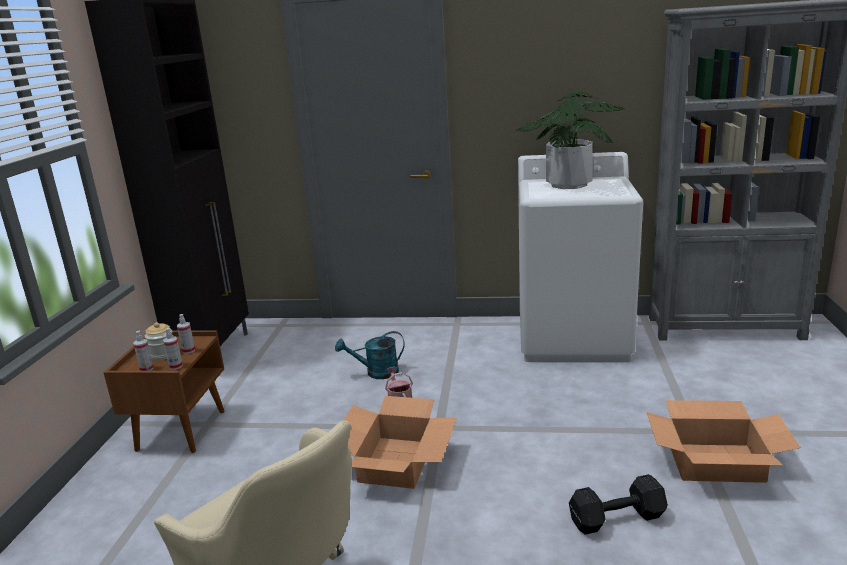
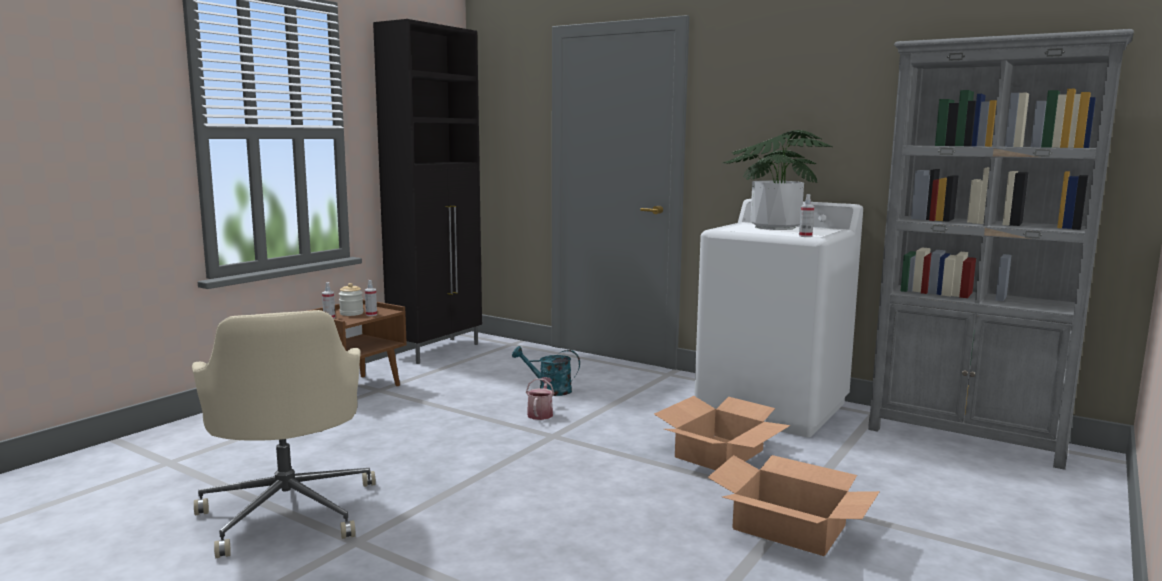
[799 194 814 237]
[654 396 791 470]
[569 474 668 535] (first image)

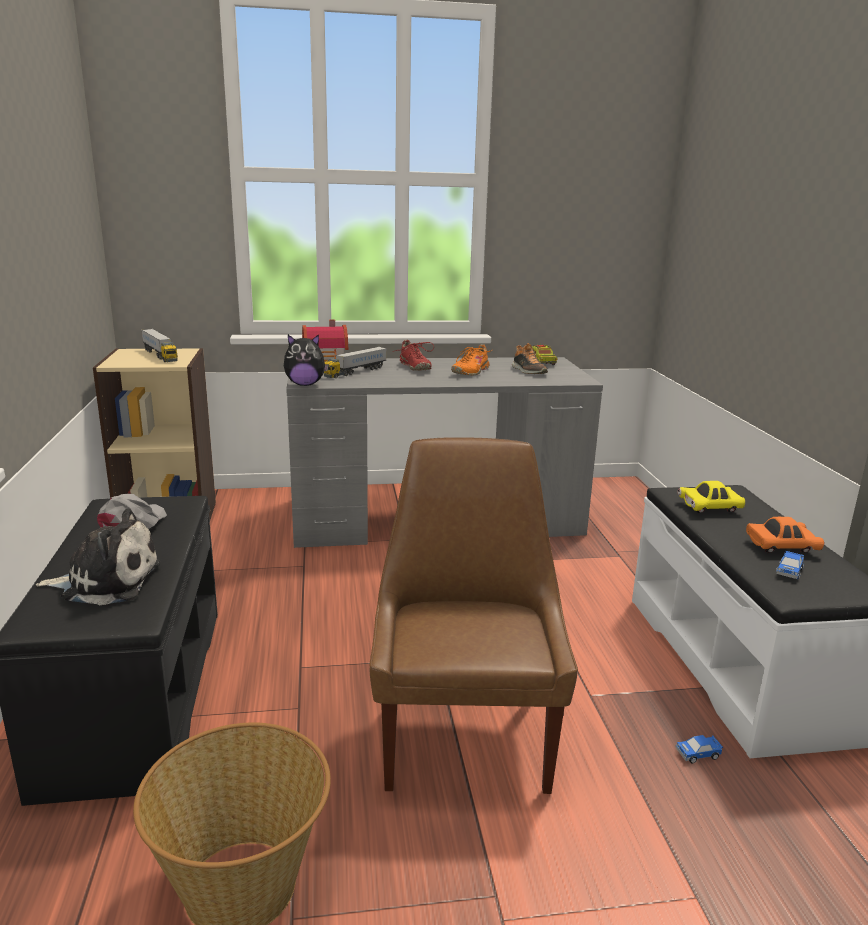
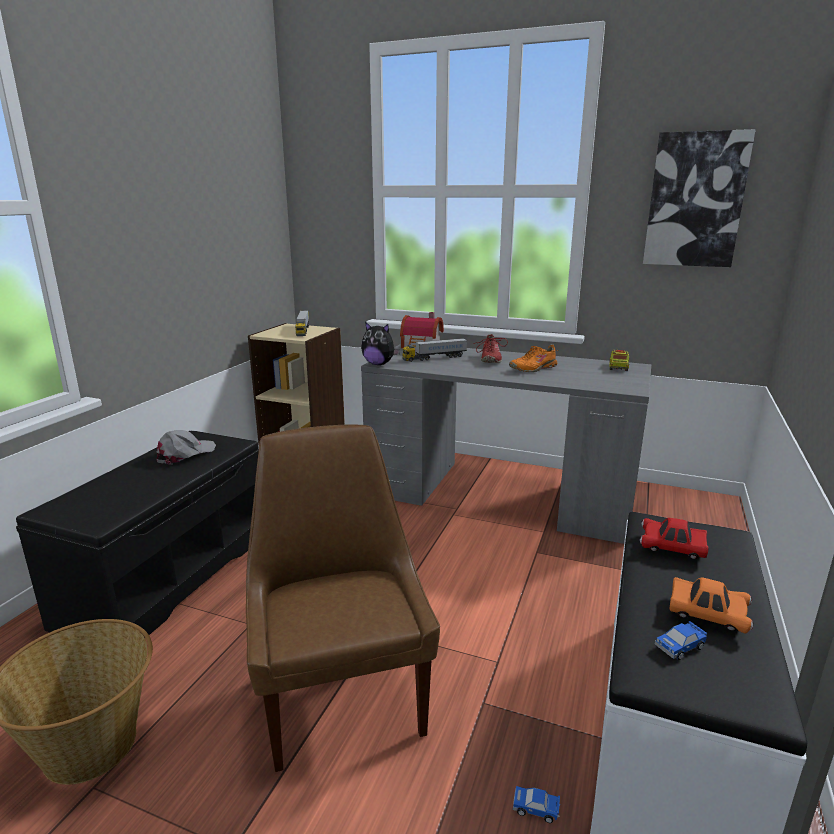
[36 508 160 605] (first image)
[246 425 440 772]
[512 343 548 374] (first image)
[640 518 709 559]
[643 129 756 267]

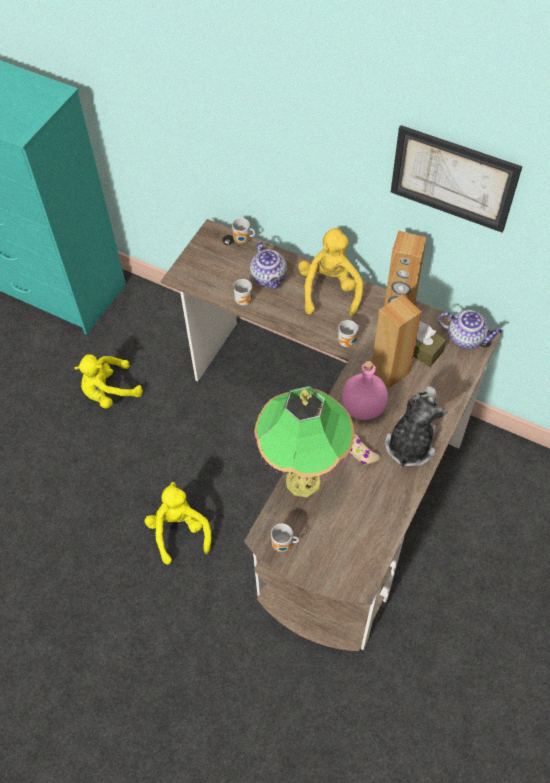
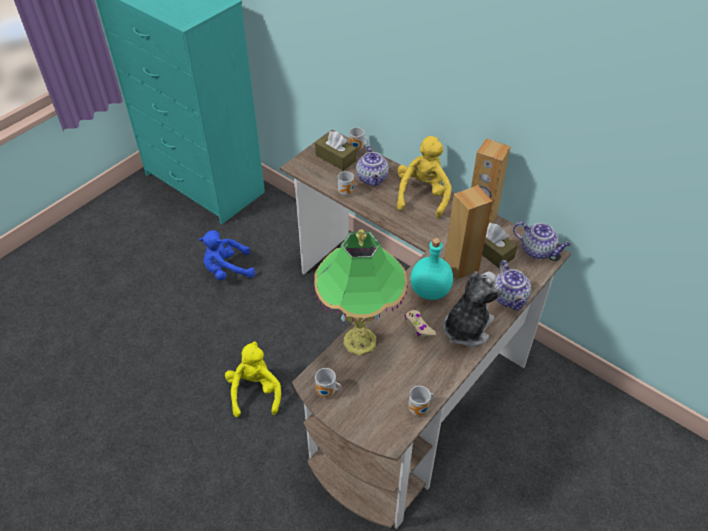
[199 230 255 280]
[408 386 434 416]
[411 238 453 300]
[391 125 522 233] (first image)
[315 131 356 171]
[495 260 531 311]

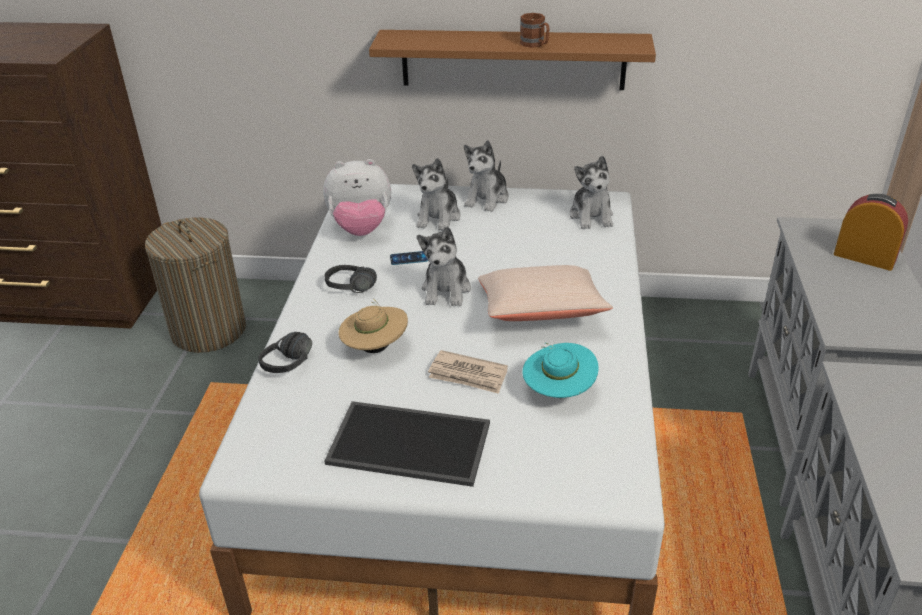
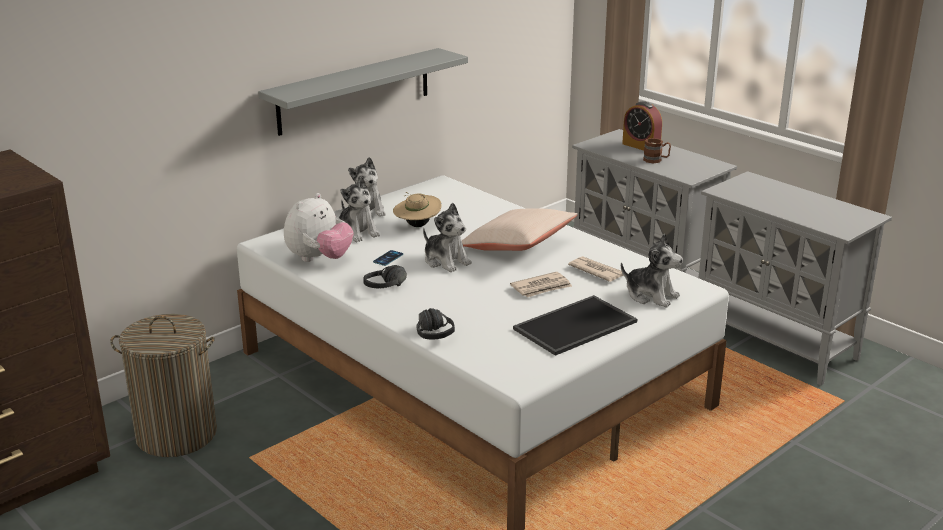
[393 192 441 227]
[258 48 468 136]
[643 138 671 164]
[568 256 624 282]
[621 234 683 307]
[622 101 662 150]

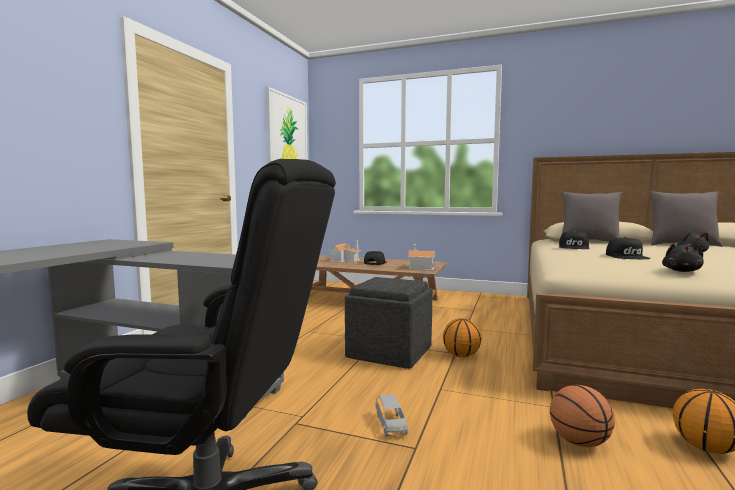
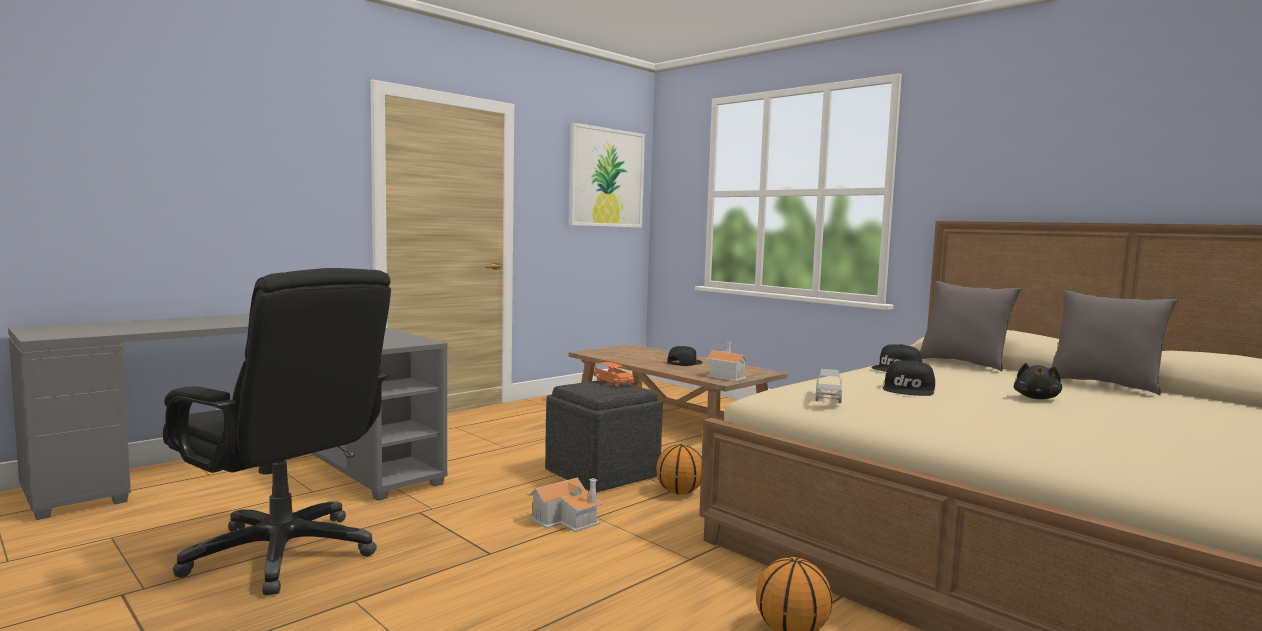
[527 477 603 532]
[815 369 842 403]
[550 385 615 447] (first image)
[662 243 704 272] (first image)
[594 362 634 387]

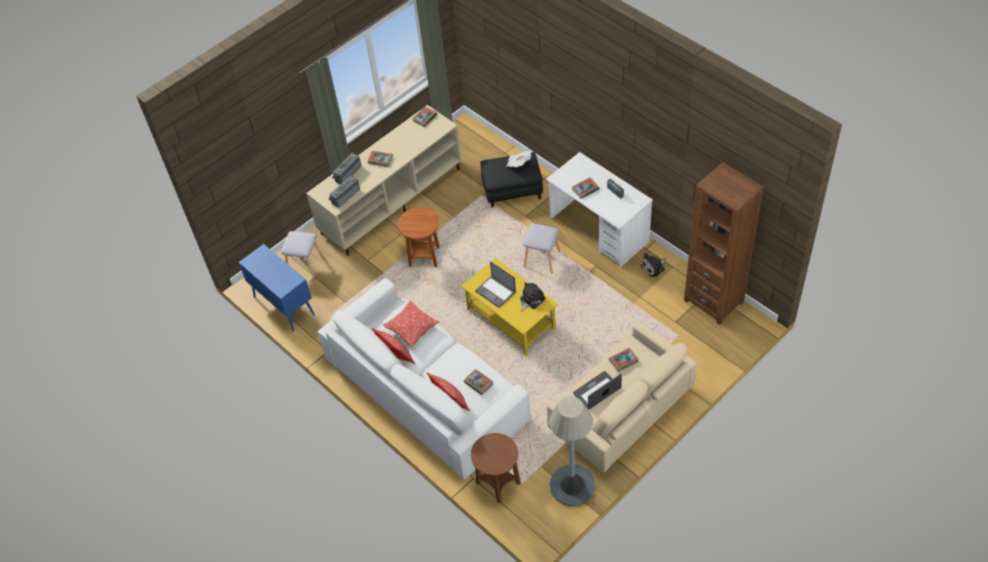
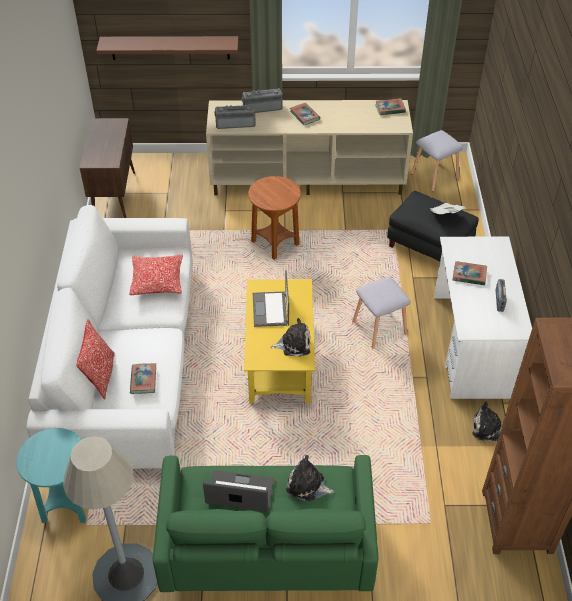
[80 118 135 218]
[411 130 463 192]
[372 328 415 364] (first image)
[16 428 86 523]
[152 455 378 592]
[286 455 334 502]
[96 36 239 60]

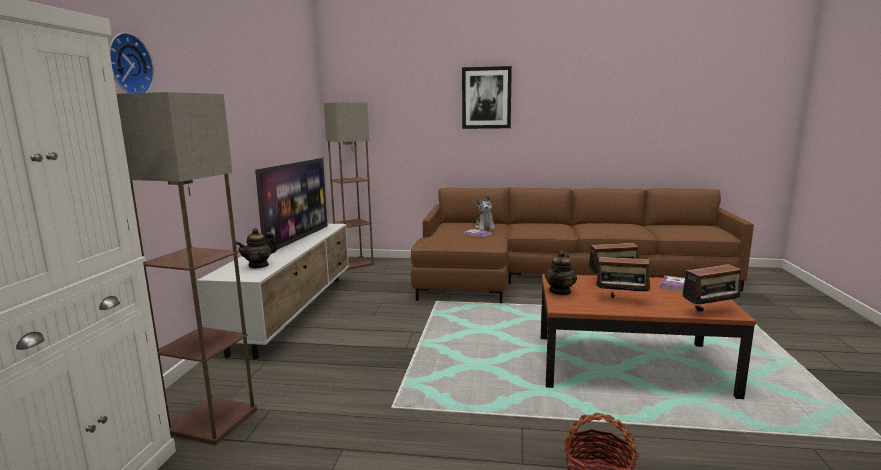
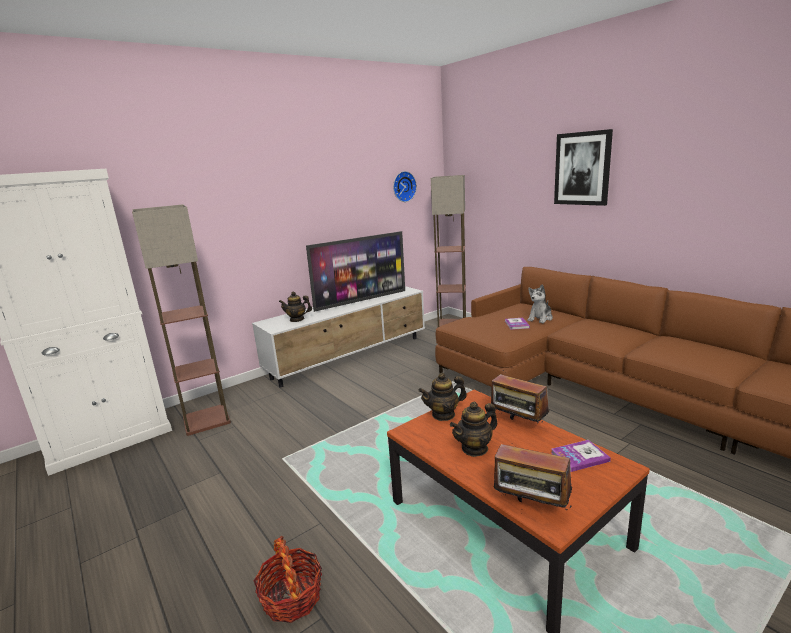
[393 171 417 202]
[450 402 498 457]

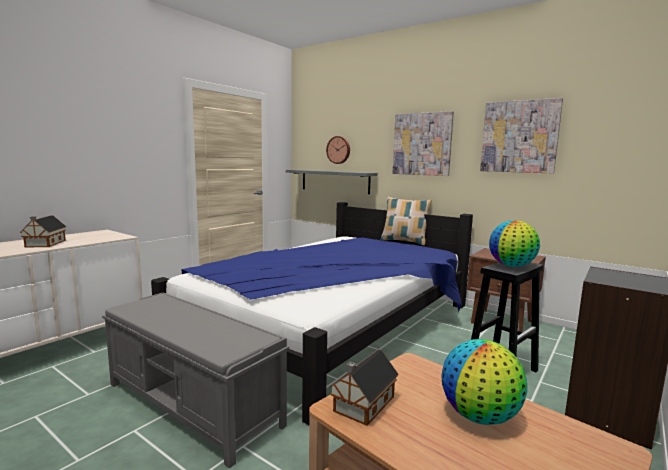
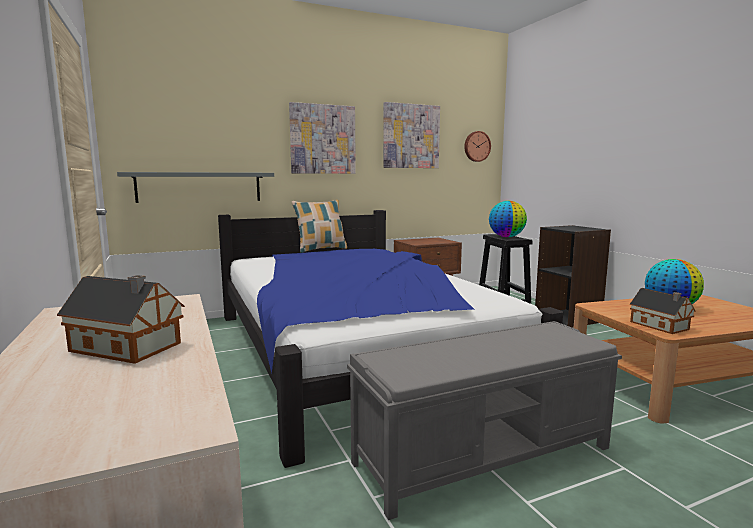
[464 131 491 162]

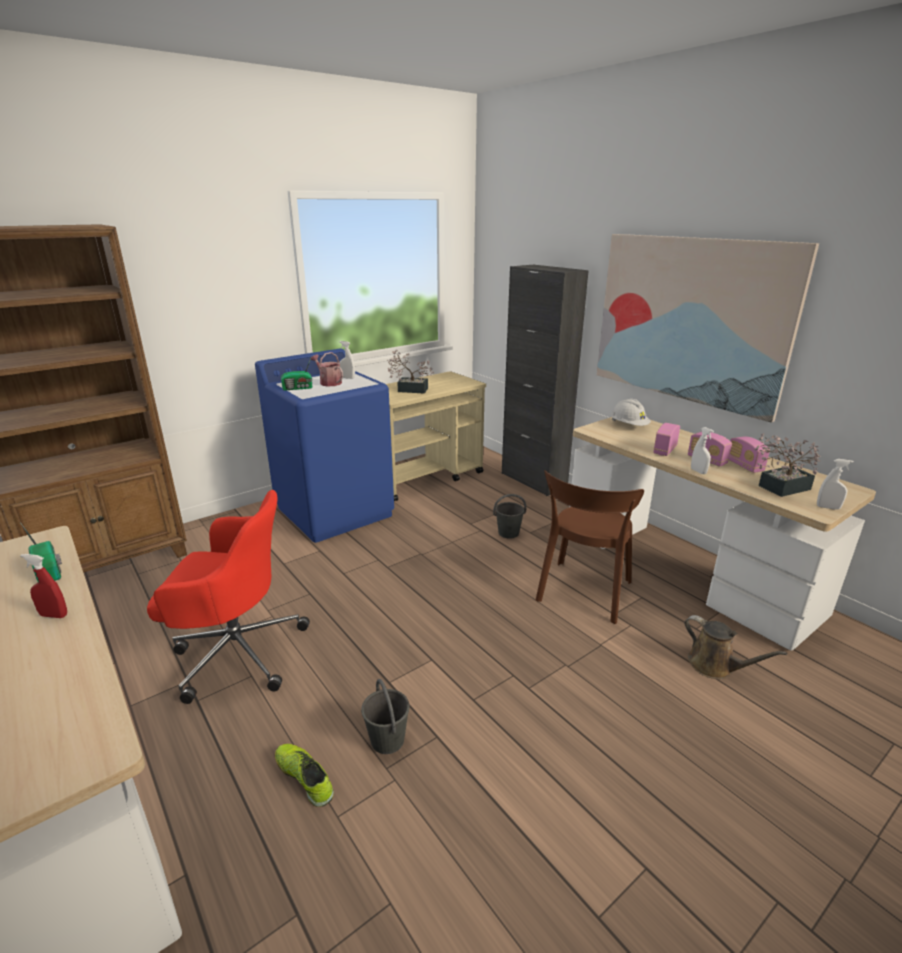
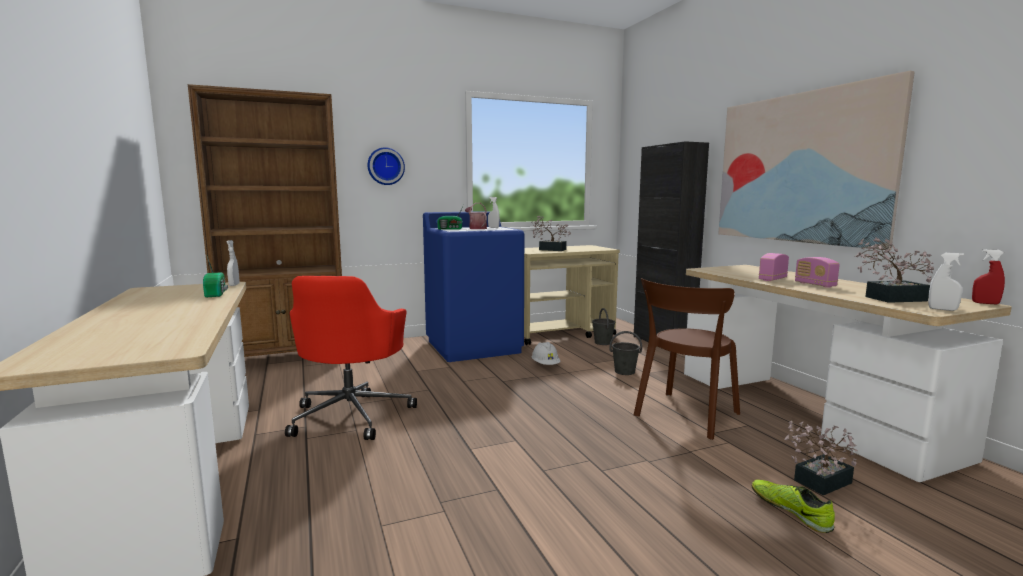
[972 249 1005 304]
[285 276 417 440]
[752 480 835 533]
[592 308 615 345]
[532 342 560 365]
[784 421 858 495]
[227 240 239 286]
[729 437 770 473] (first image)
[368 147 405 185]

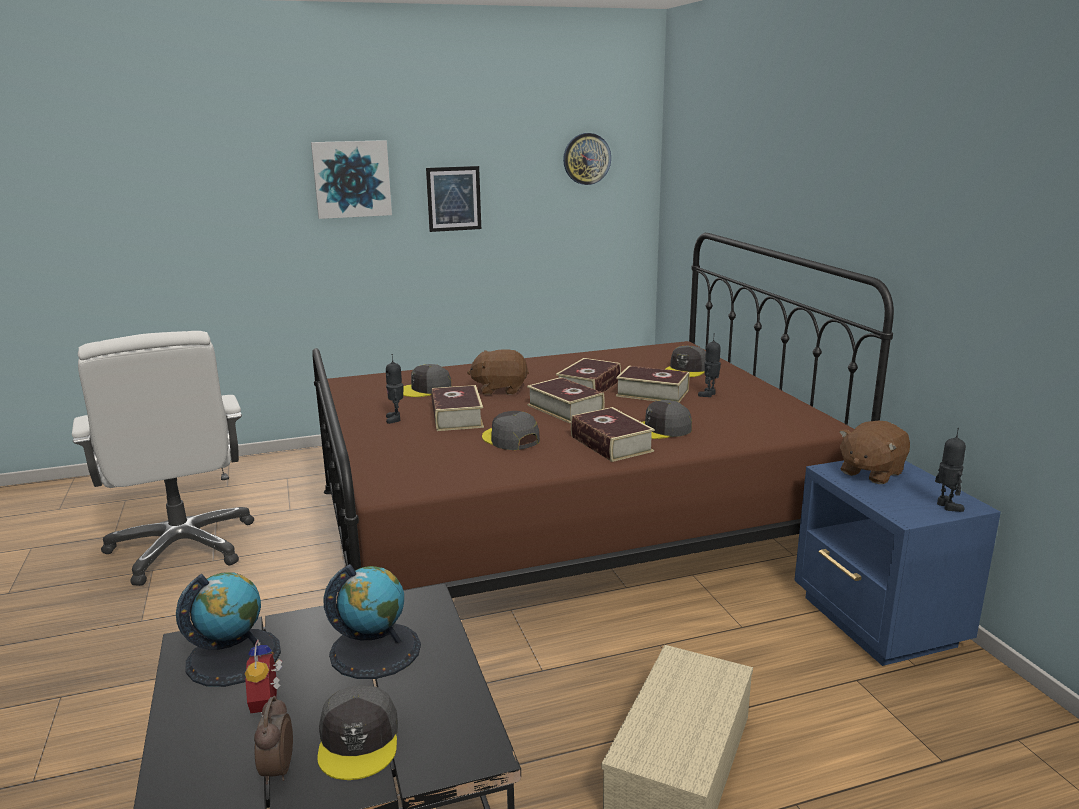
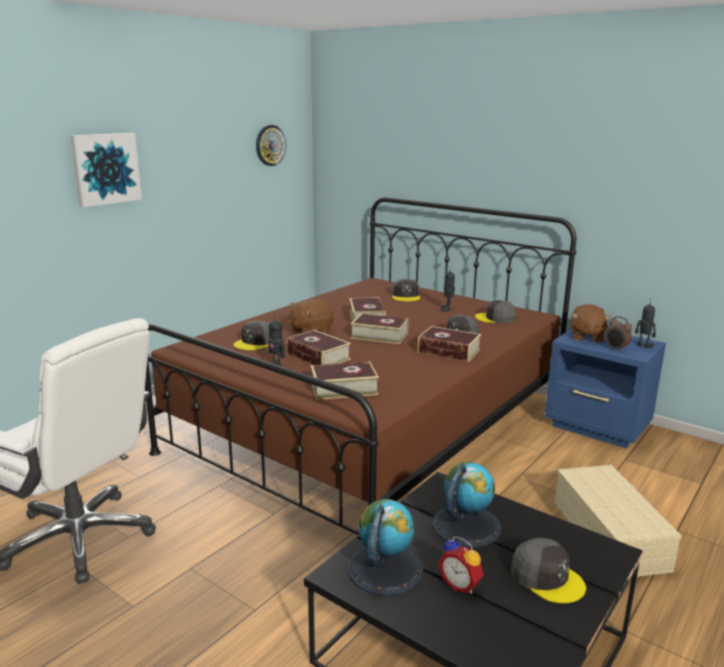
[605 316 632 352]
[426 166 481 232] (first image)
[475 300 516 324]
[311 361 379 400]

